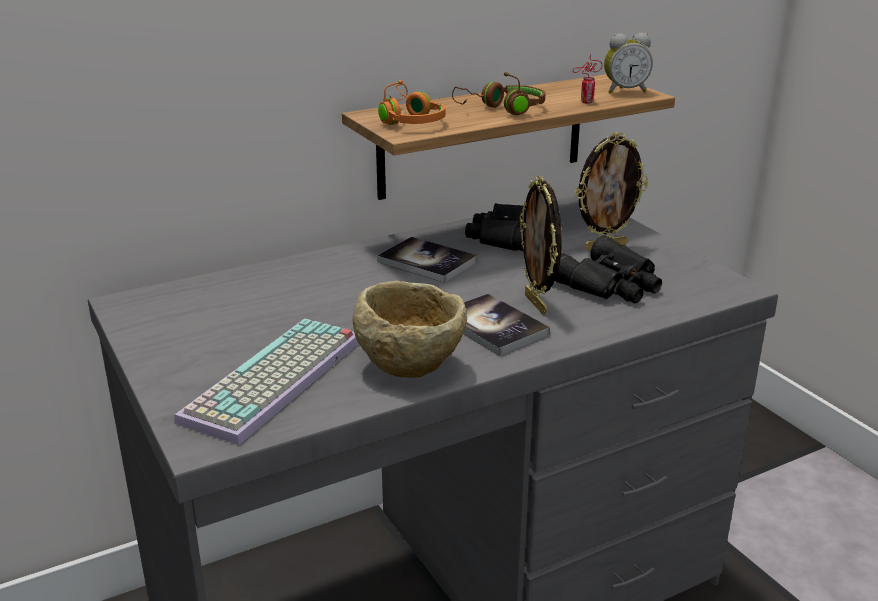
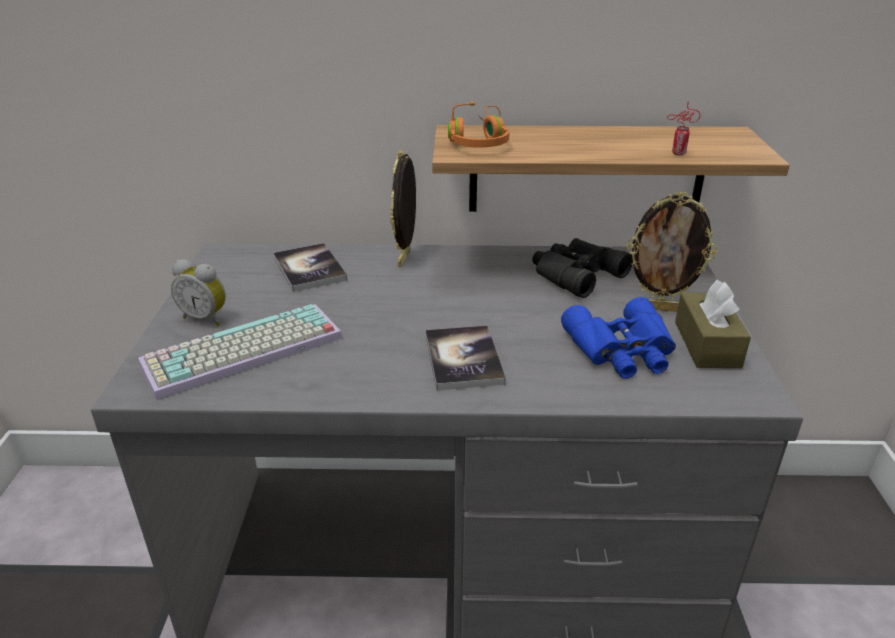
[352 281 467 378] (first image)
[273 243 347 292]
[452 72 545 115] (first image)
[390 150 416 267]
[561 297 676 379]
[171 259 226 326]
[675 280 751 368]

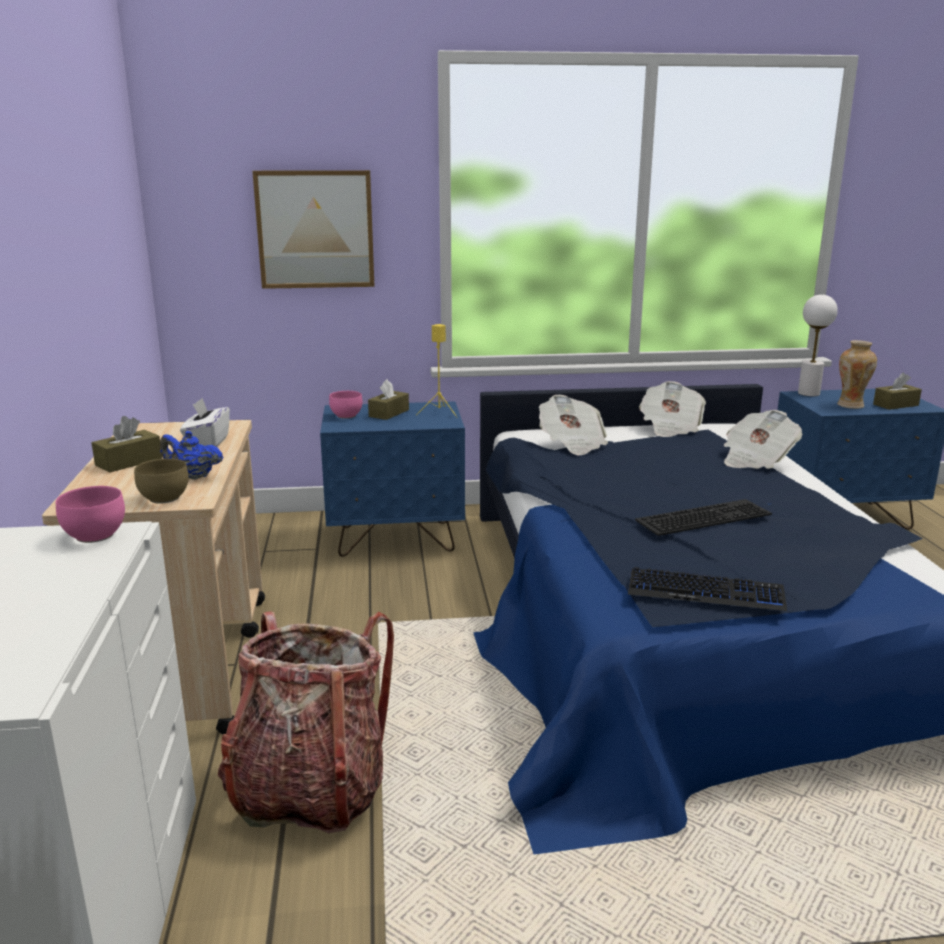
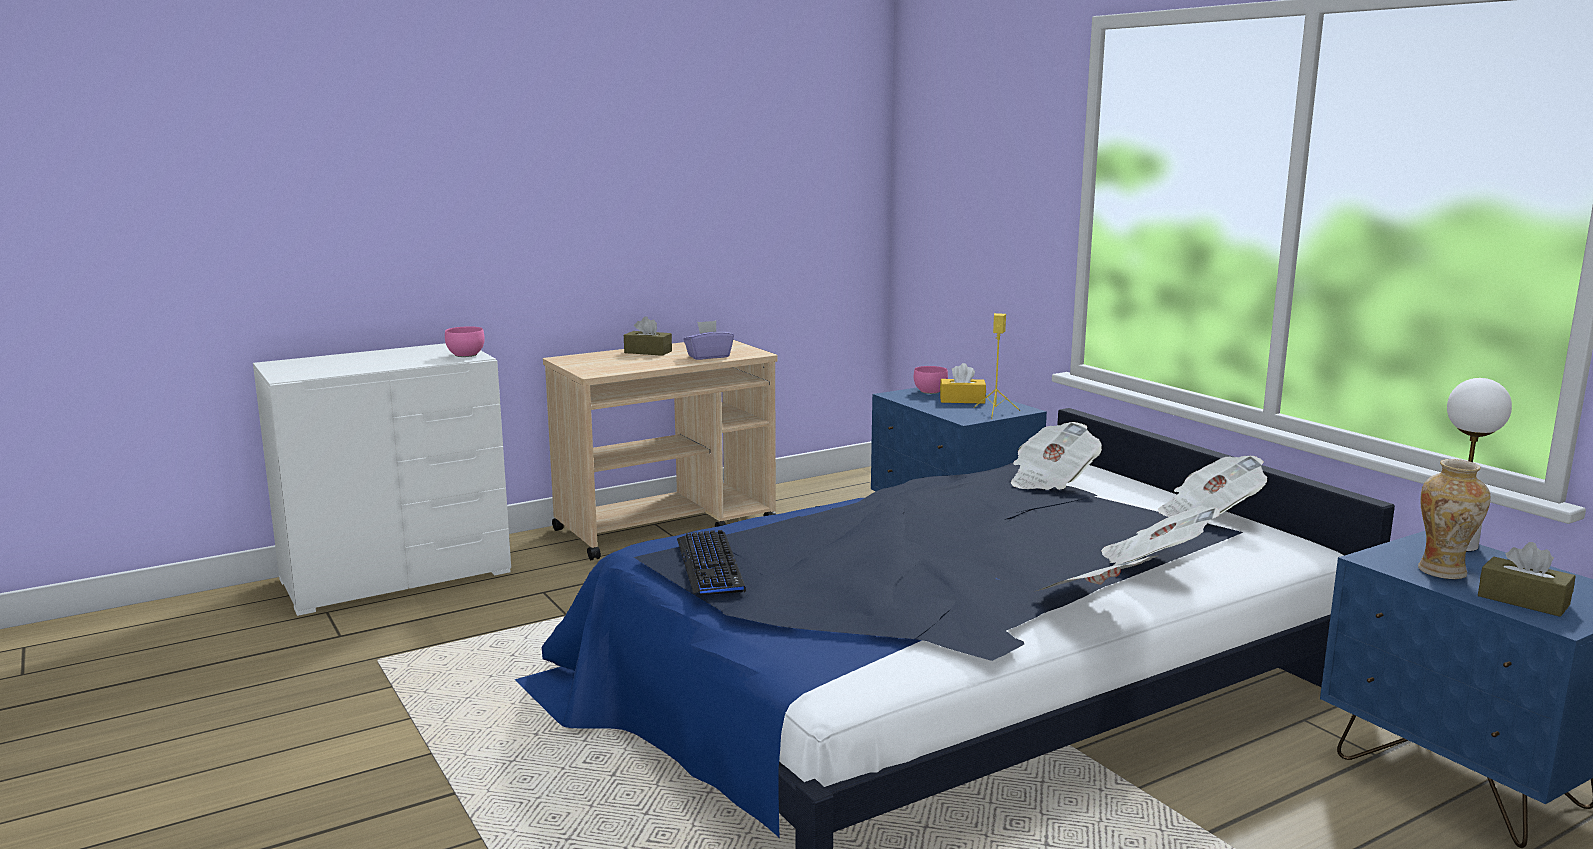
[134 458 189 504] (first image)
[160 431 223 480] (first image)
[683 321 734 360]
[218 611 394 833] (first image)
[252 170 375 289] (first image)
[940 363 986 404]
[635 499 772 536] (first image)
[1037 555 1159 591]

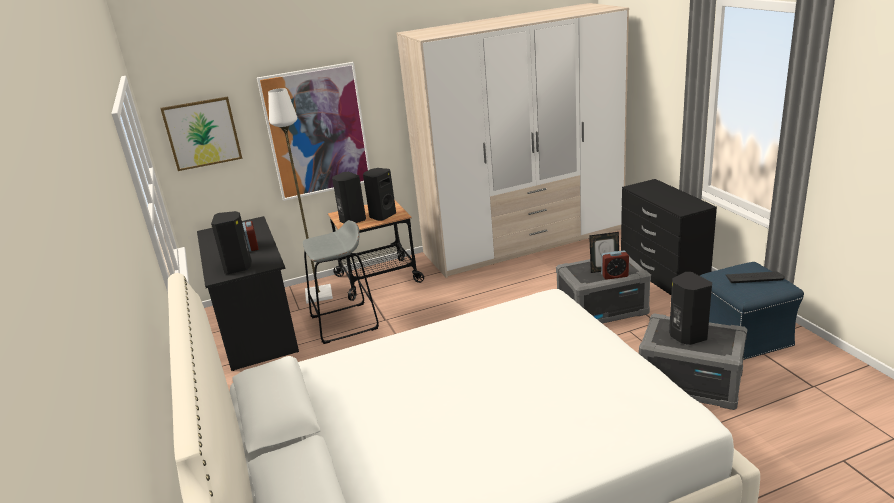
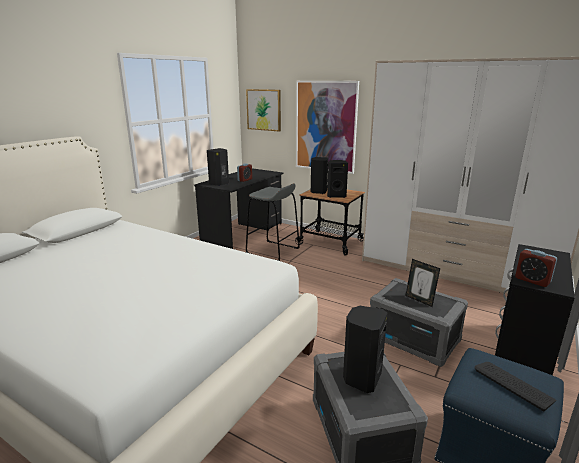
[268 88 333 303] (first image)
[515 249 557 287]

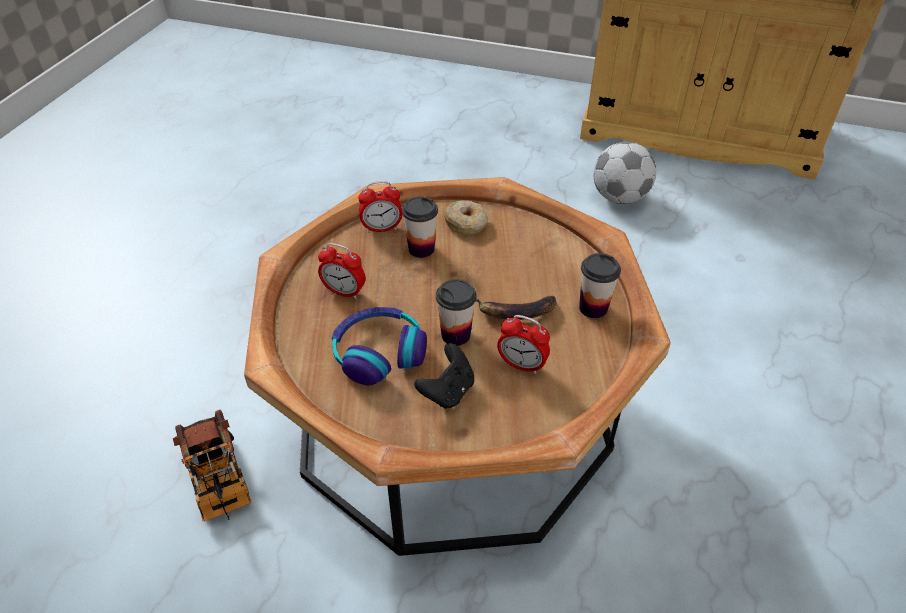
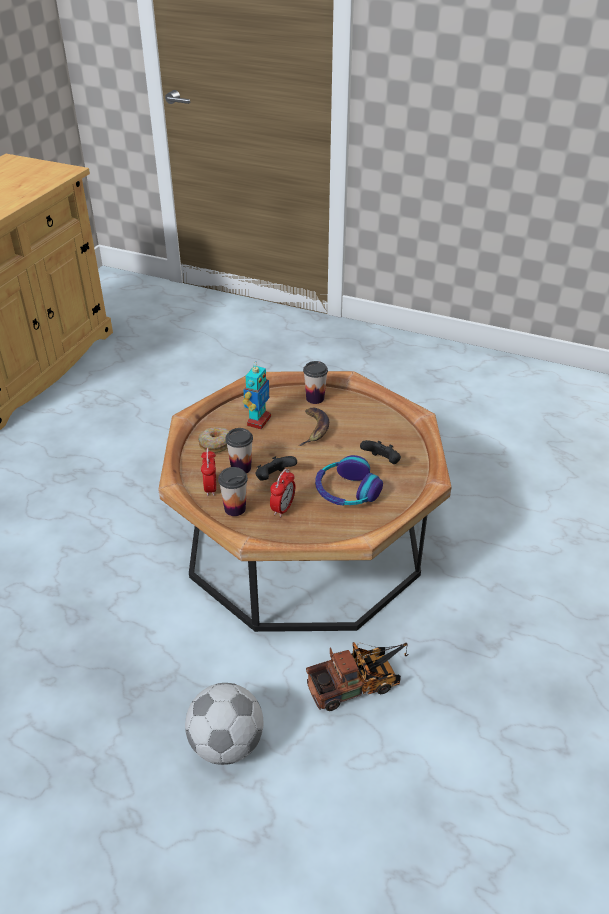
[218 467 248 516]
[497 315 550 374] (first image)
[185 683 264 765]
[243 361 271 429]
[255 456 297 481]

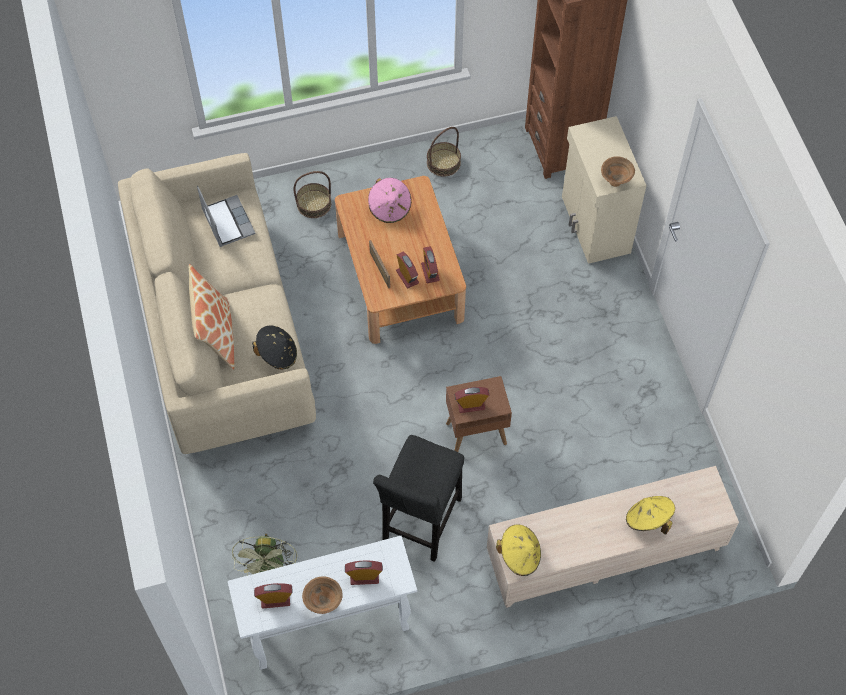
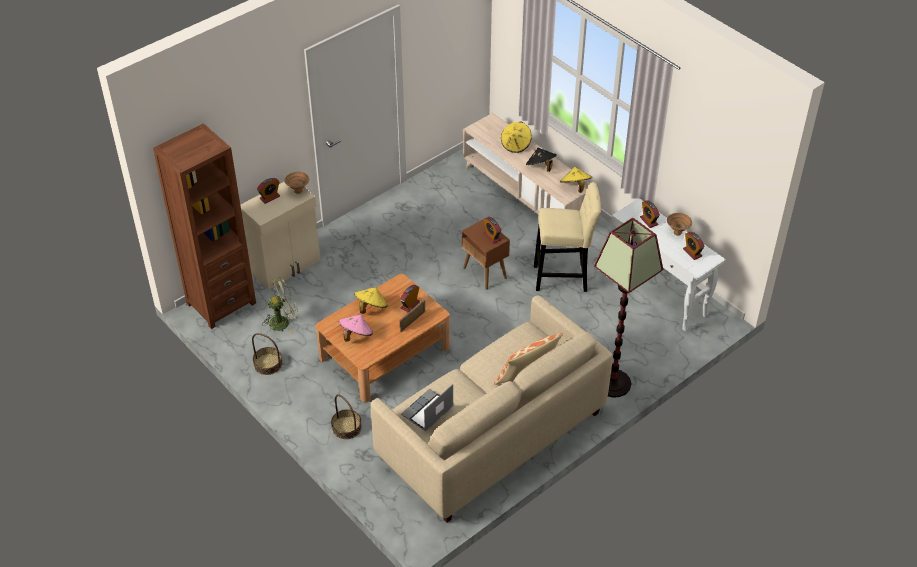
[263 277 299 333]
[526 148 557 172]
[534 182 601 292]
[257 178 280 204]
[354 287 388 314]
[594 218 663 398]

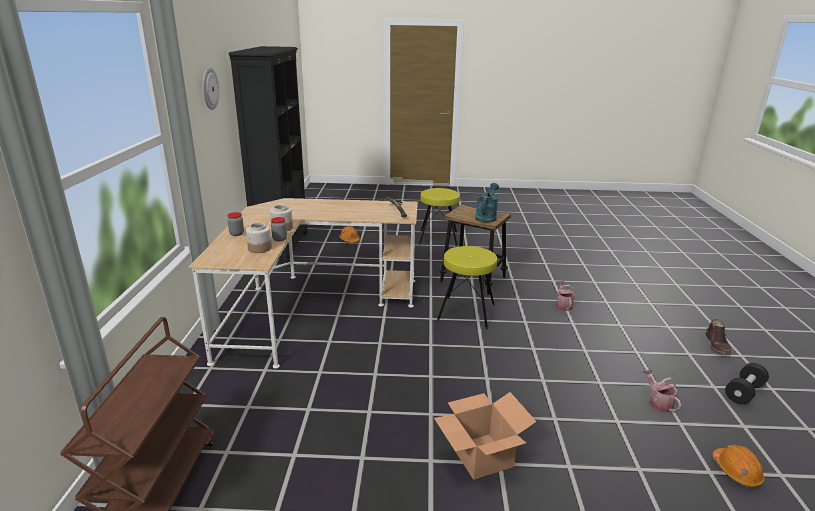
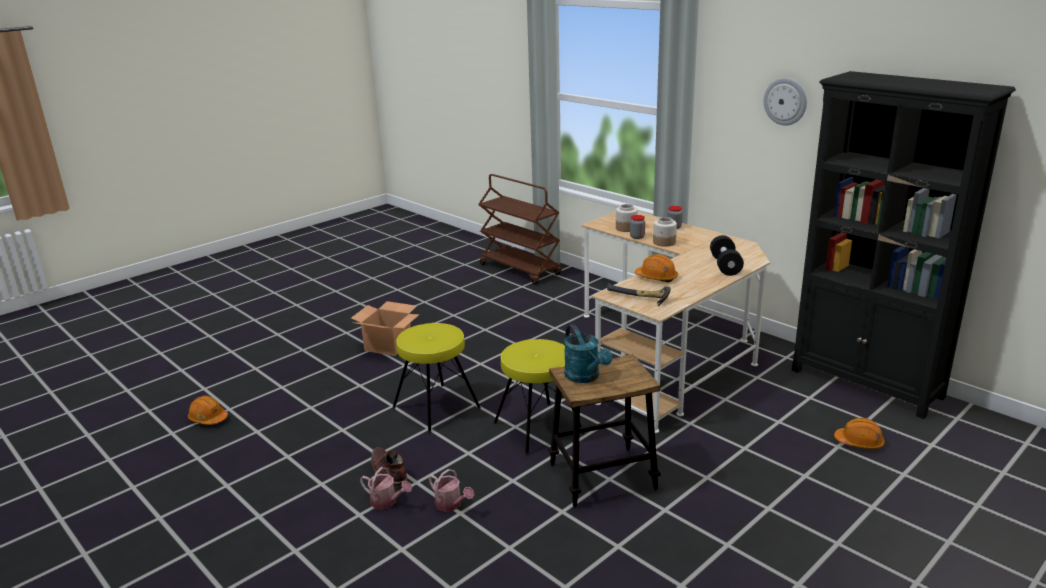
[392 323 481 433]
[360 467 412 509]
[371 447 408 487]
[710 235 744 276]
[635 254 678 282]

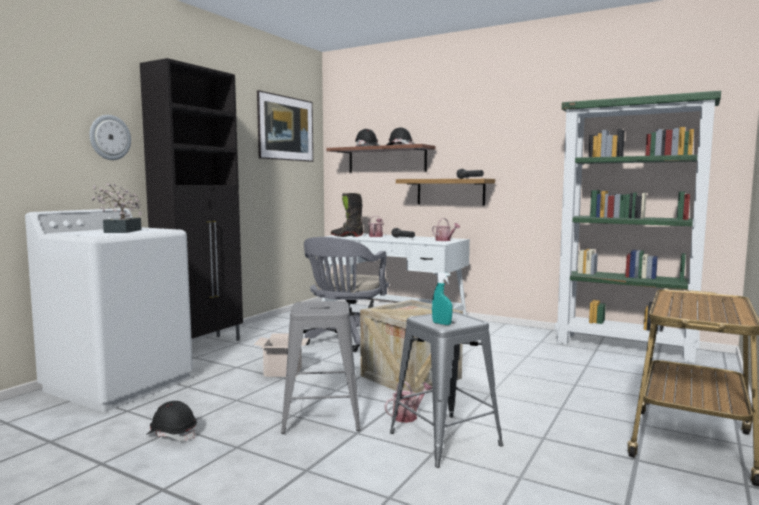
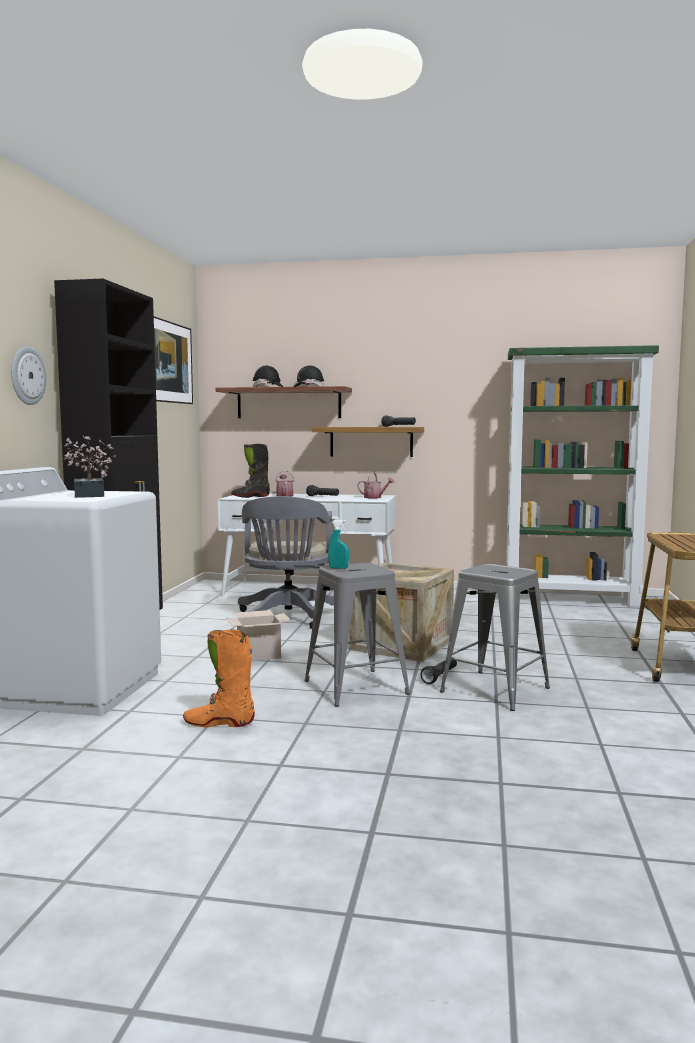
[183 629 255 727]
[420 660 457 684]
[328 519 349 569]

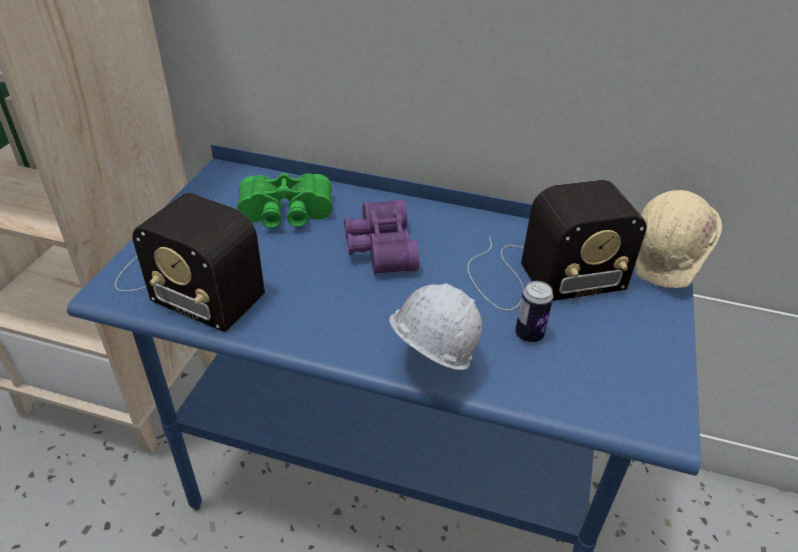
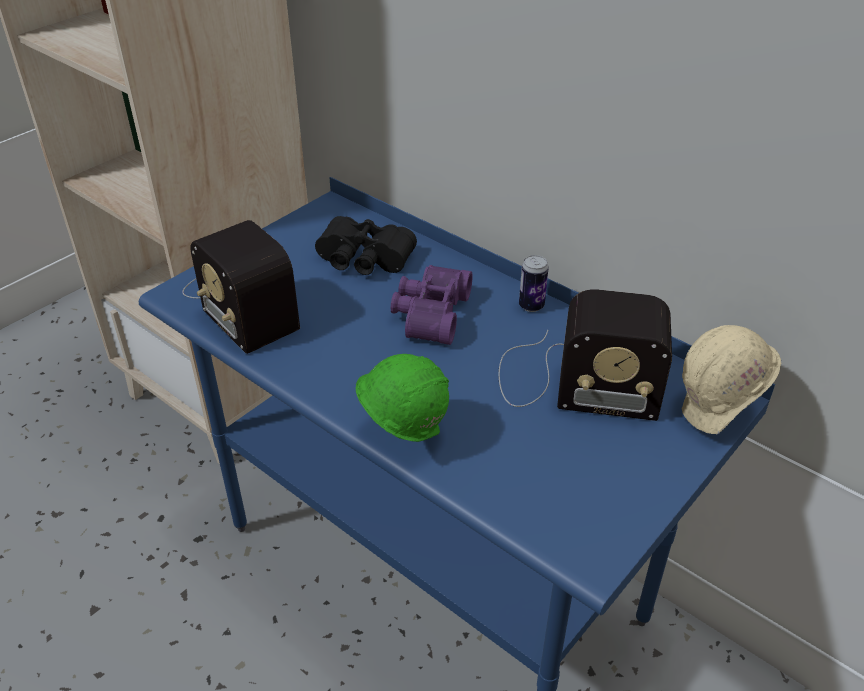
[315 216 417 275]
[355 354 449 443]
[519 255 549 312]

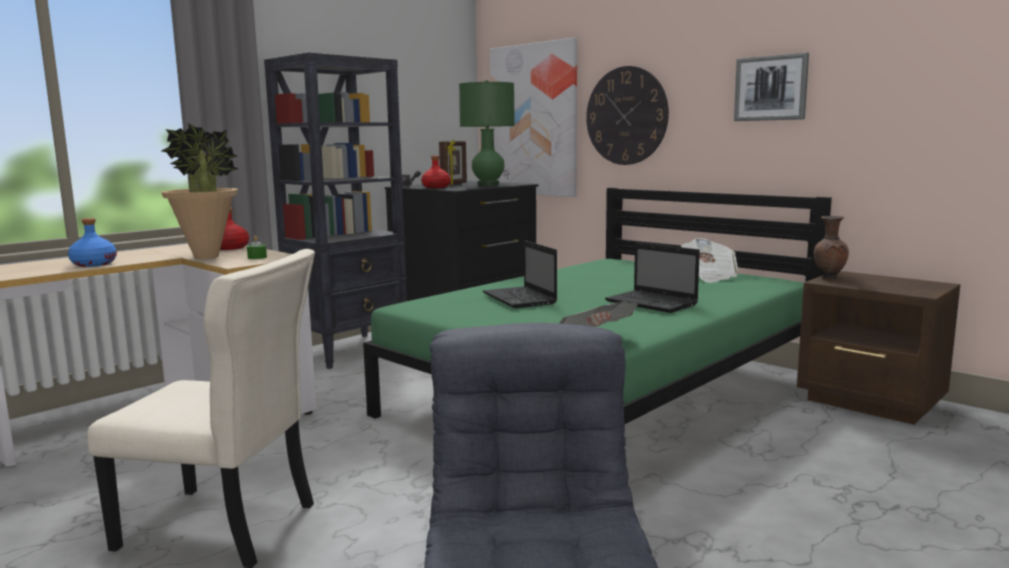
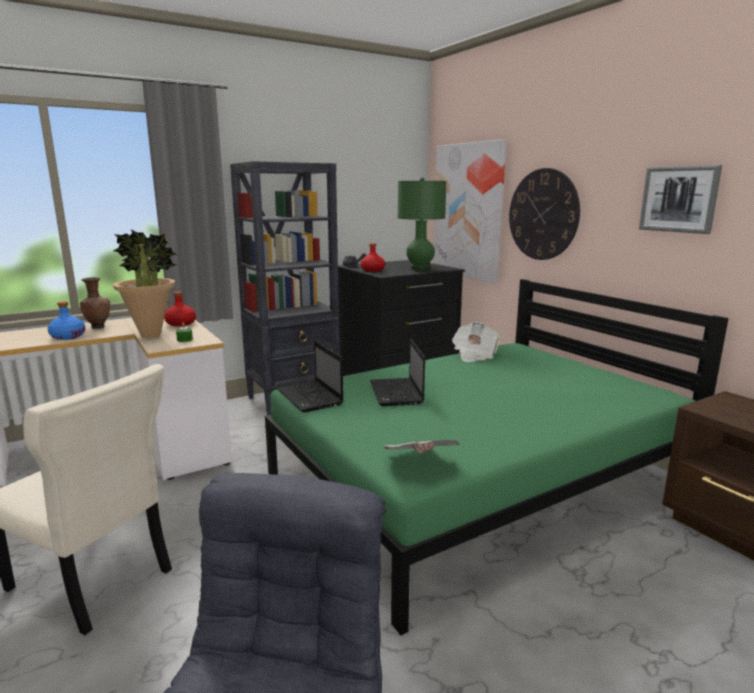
[439 139 467 185] (first image)
[277 341 344 413]
[452 322 500 362]
[80 277 110 329]

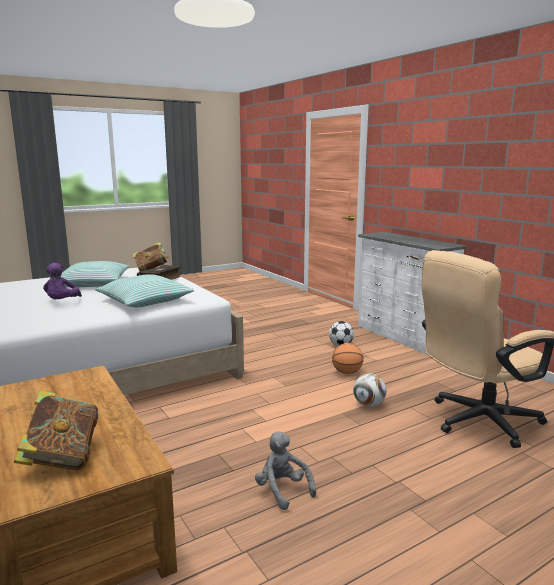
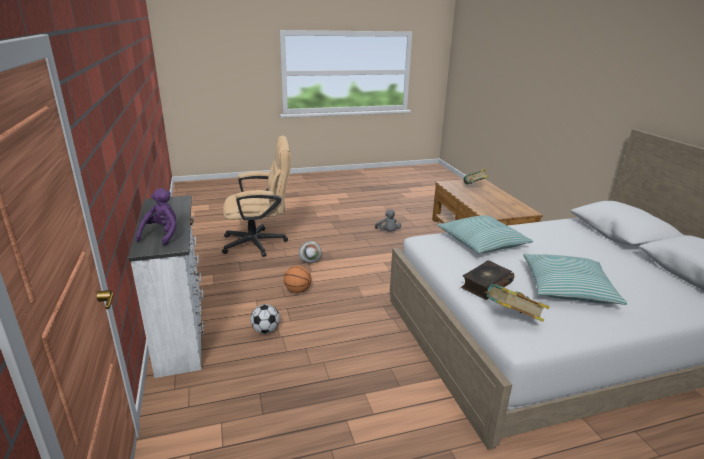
[136 188 177 246]

